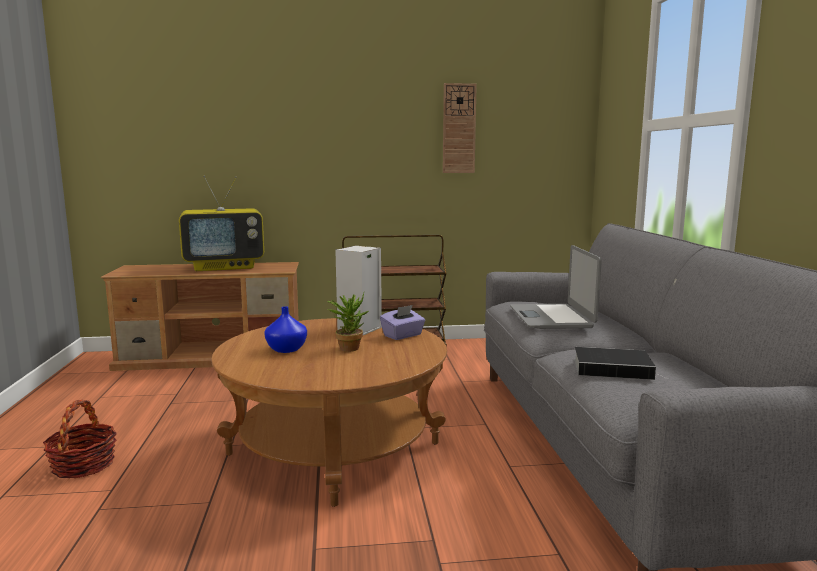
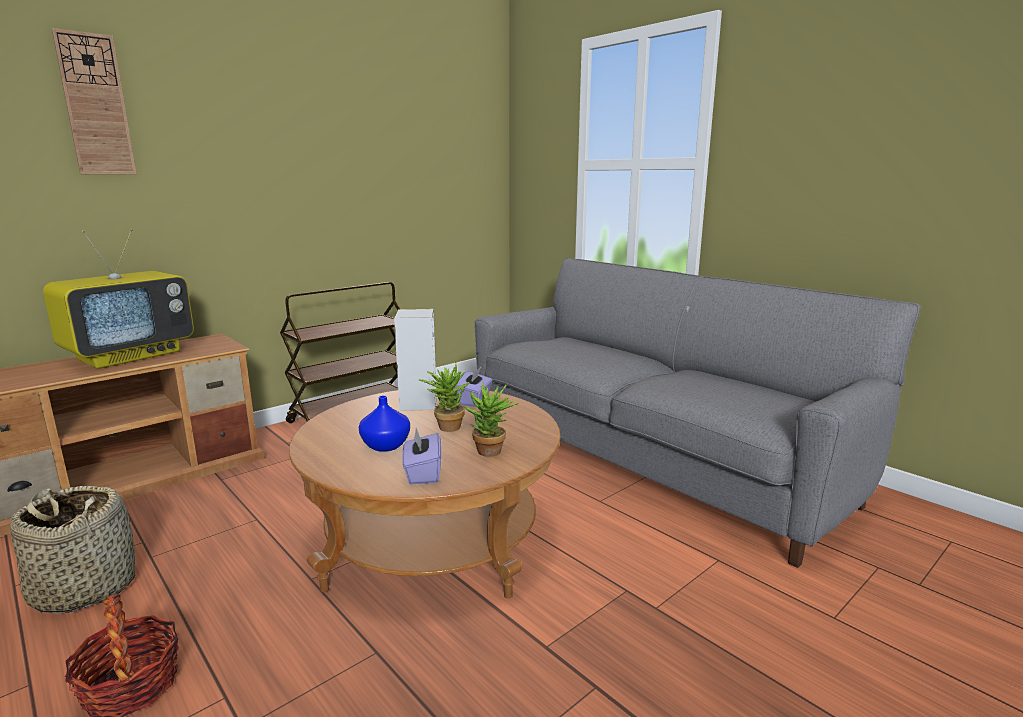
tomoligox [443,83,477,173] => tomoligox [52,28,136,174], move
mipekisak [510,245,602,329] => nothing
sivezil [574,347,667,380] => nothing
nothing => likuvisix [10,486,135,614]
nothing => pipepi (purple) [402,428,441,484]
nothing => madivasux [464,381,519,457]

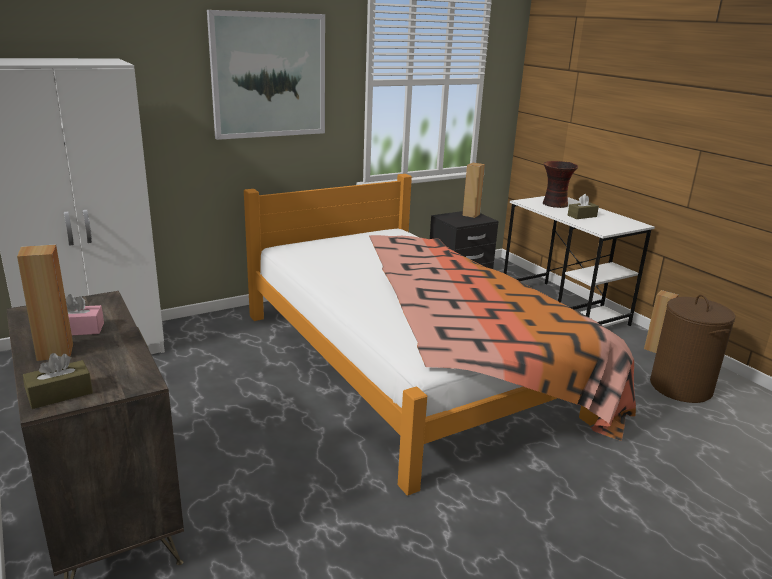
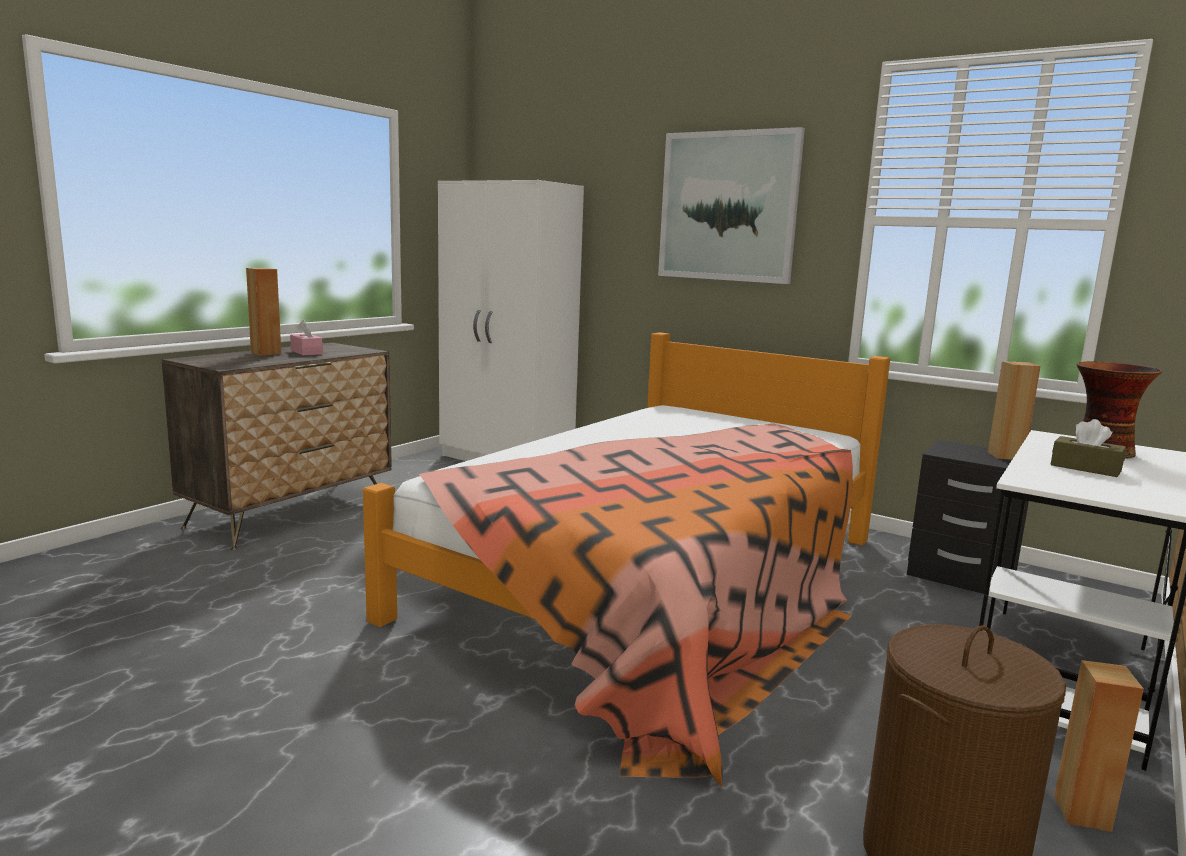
pipepi (brown) [23,353,93,409] => nothing

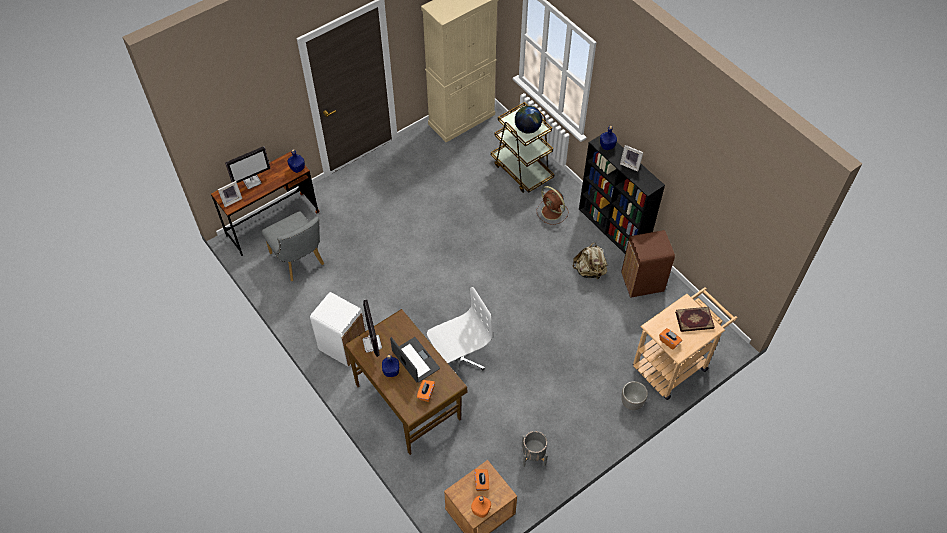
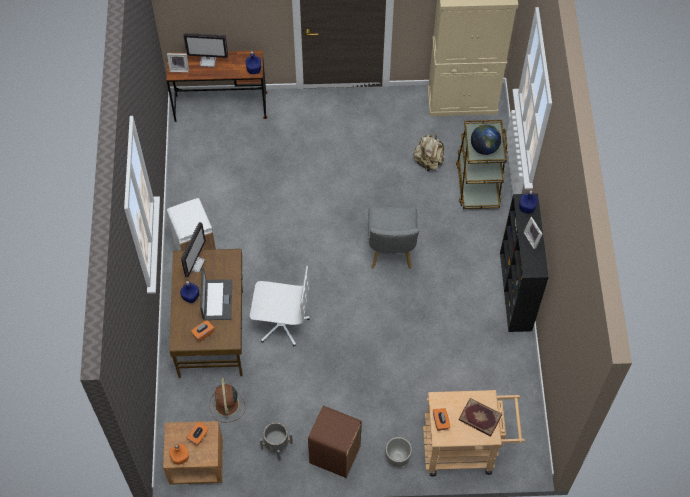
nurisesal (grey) [262,211,324,281] => nurisesal (grey) [368,206,419,269], move
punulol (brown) [537,186,568,225] => punulol (brown) [209,378,246,423], move
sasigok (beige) [573,243,608,279] => sasigok (beige) [413,134,444,172], move
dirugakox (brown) [622,230,675,298] => dirugakox (brown) [308,406,361,478], move

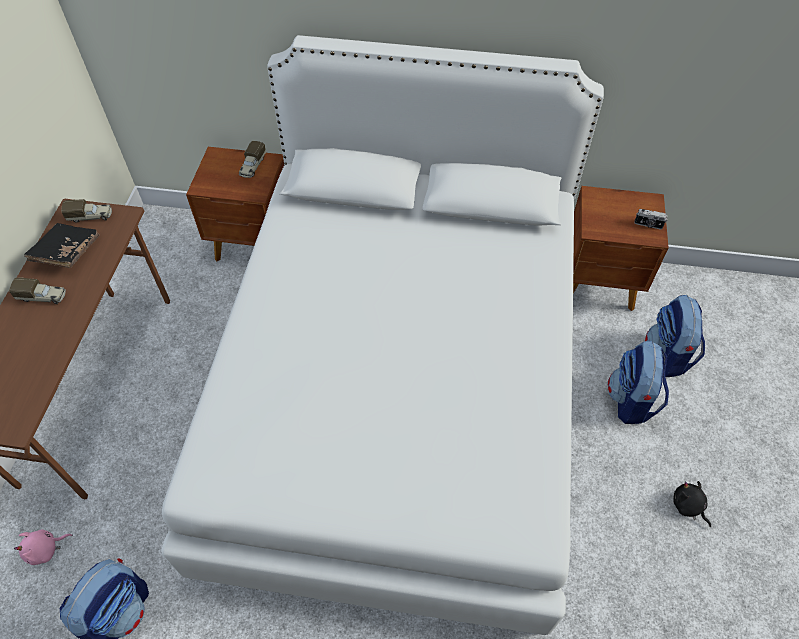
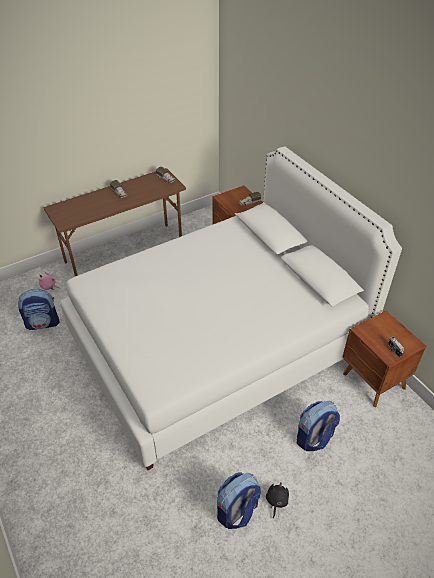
sivezil (black) [24,223,99,268] => nothing
sasigok [645,295,705,377] => sasigok [217,472,261,529], move

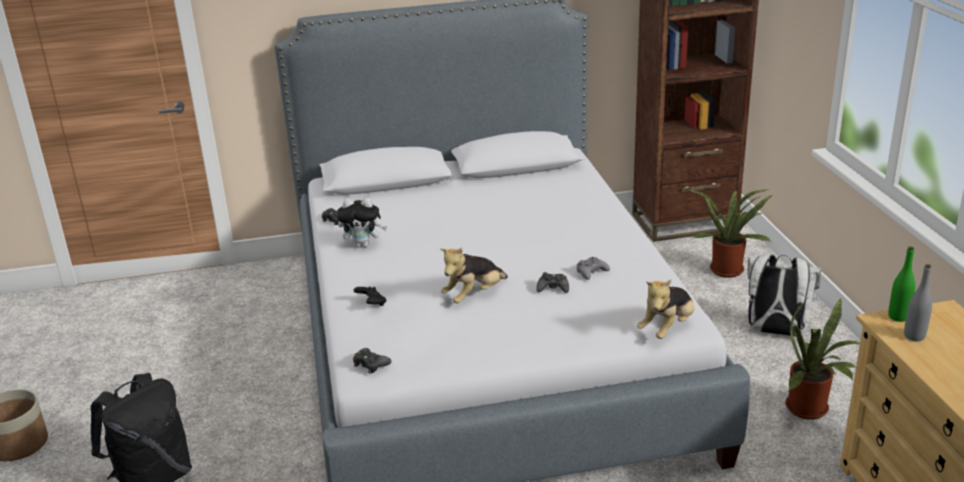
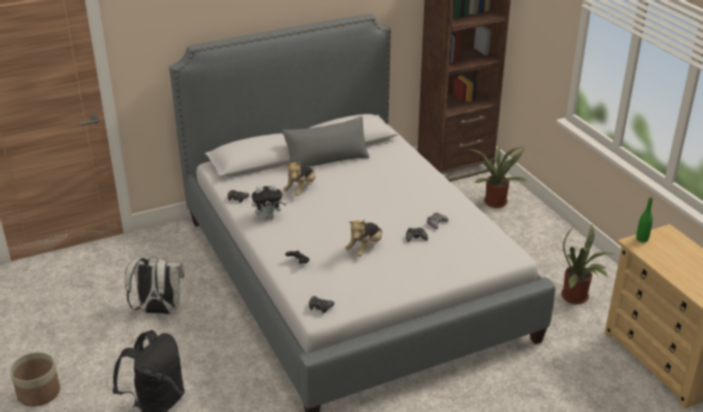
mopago [637,279,694,339] => mopago [283,161,316,196], move
sasigok (white) [748,254,822,337] => sasigok (white) [125,257,184,314], move
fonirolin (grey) [904,264,932,341] => nothing
nothing => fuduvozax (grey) [282,116,370,167]

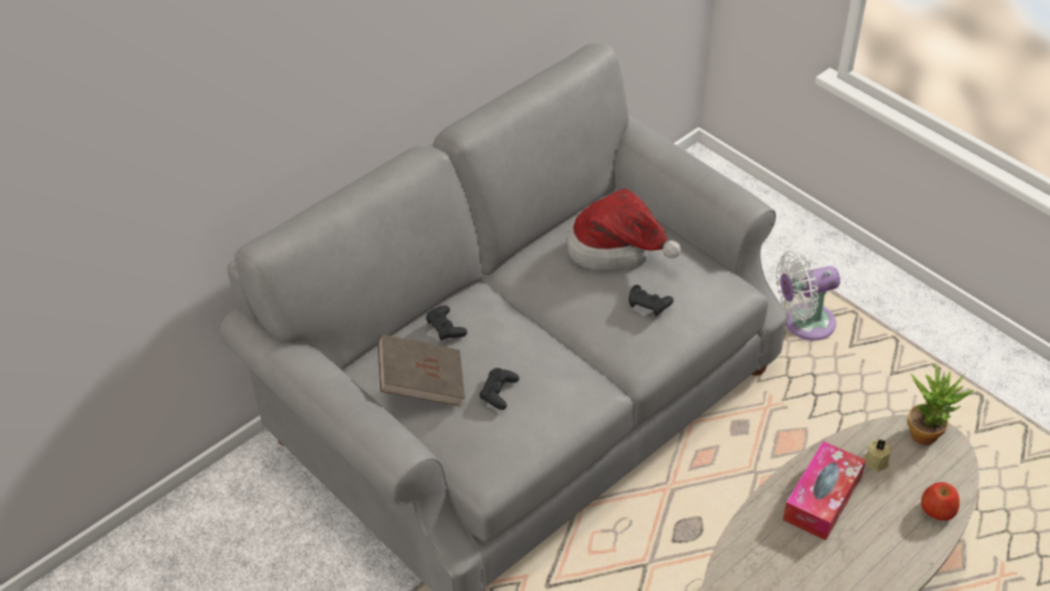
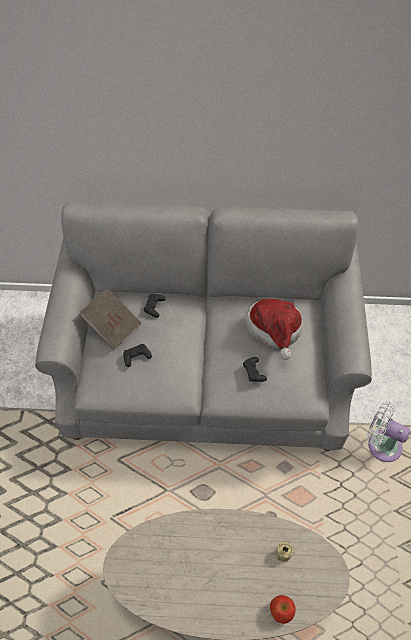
pipepi [783,441,866,541] => nothing
madivasux [908,364,974,445] => nothing

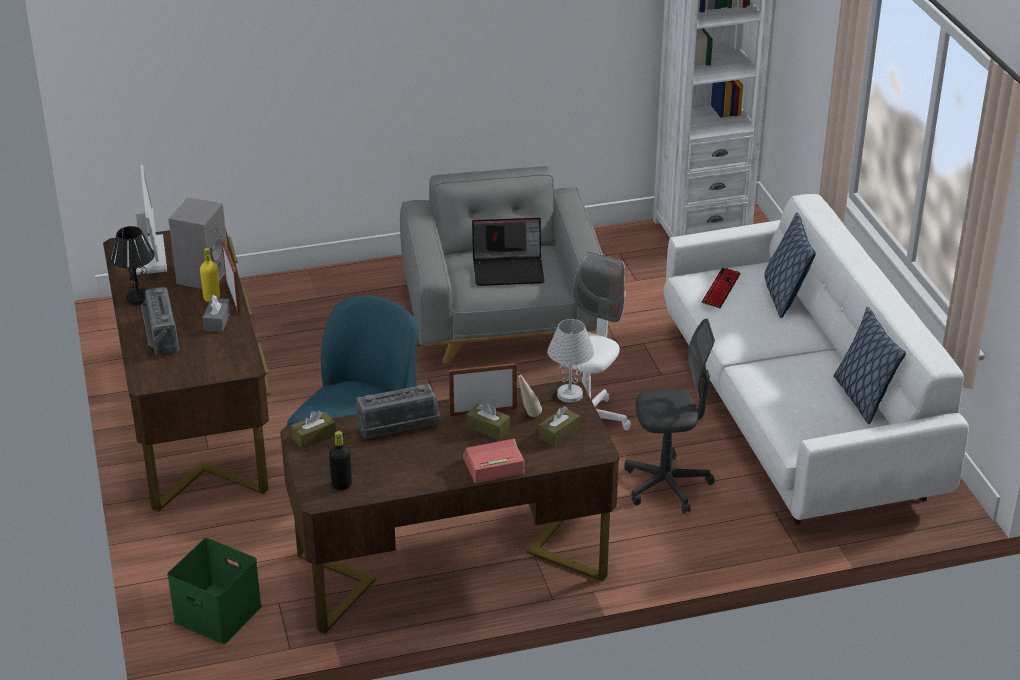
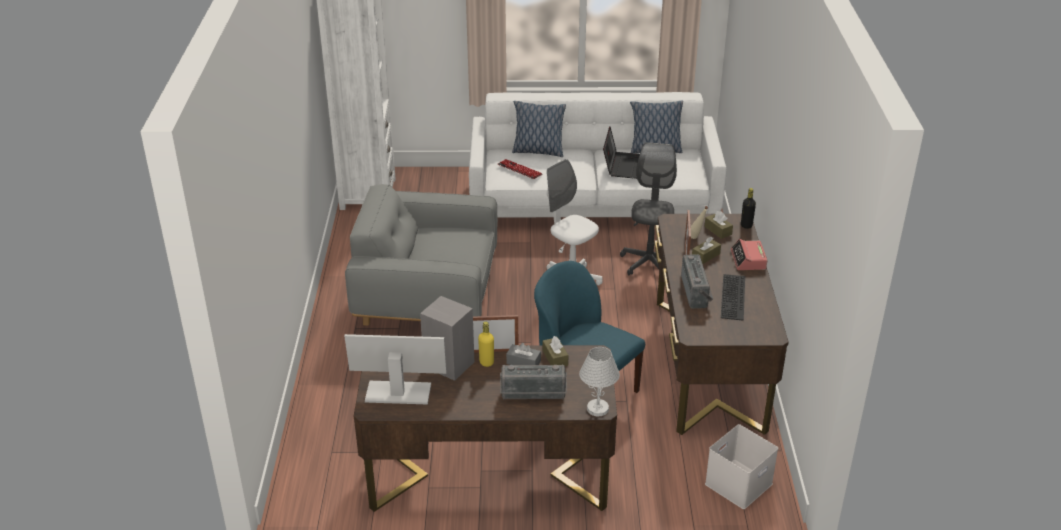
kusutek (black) [110,226,155,305] => nothing
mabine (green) [167,538,262,644] => mabine (white) [705,424,778,509]
pipepi (brown) [291,410,336,449] => pipepi (brown) [542,335,568,366], move
fonirolin (black) [329,431,352,490] => fonirolin (black) [741,188,756,229], move
mipekisak [472,218,545,286] => mipekisak [603,126,640,179], move
kusutek (white) [547,319,595,403] => kusutek (white) [579,347,620,416], move
nothing => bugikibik [721,274,745,321]

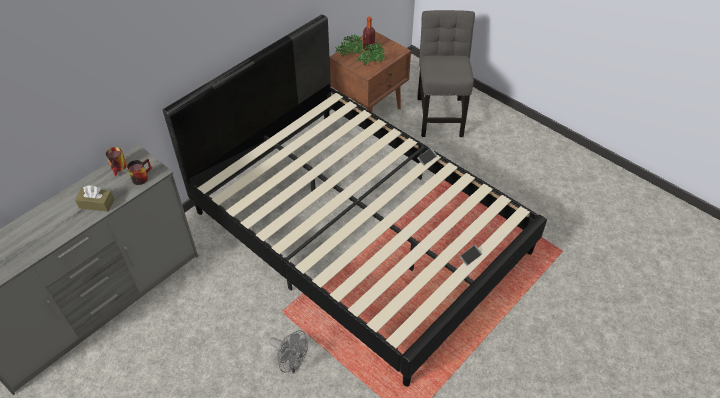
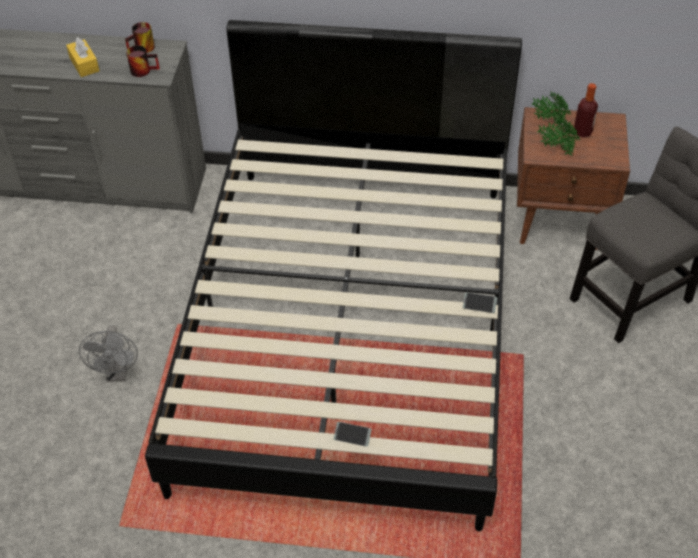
pipepi (brown) [75,185,114,212] => pipepi (yellow) [66,37,99,77]

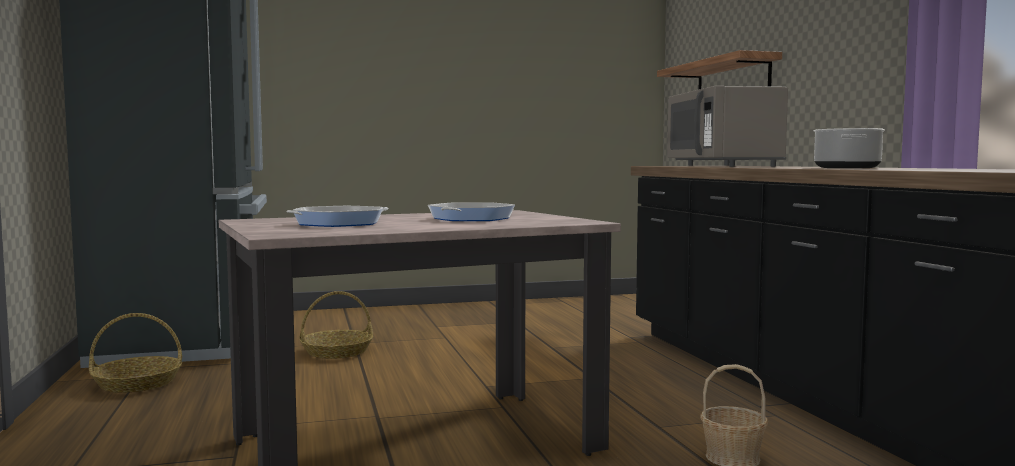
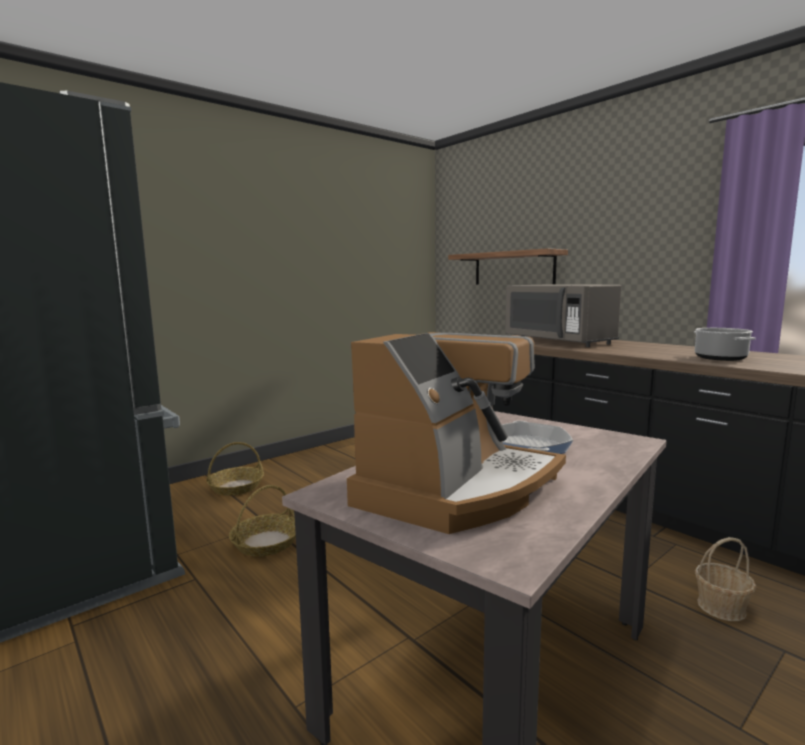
likuvisix [89,313,182,393] => likuvisix [206,442,264,496], move
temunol [286,206,389,227] => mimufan [347,332,566,534]

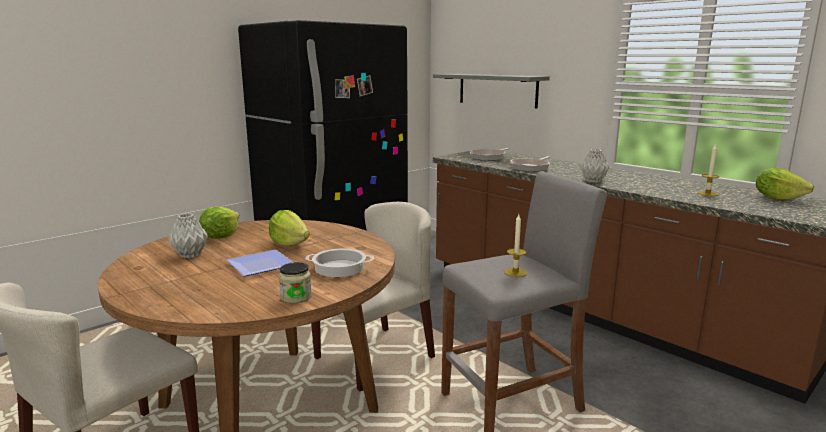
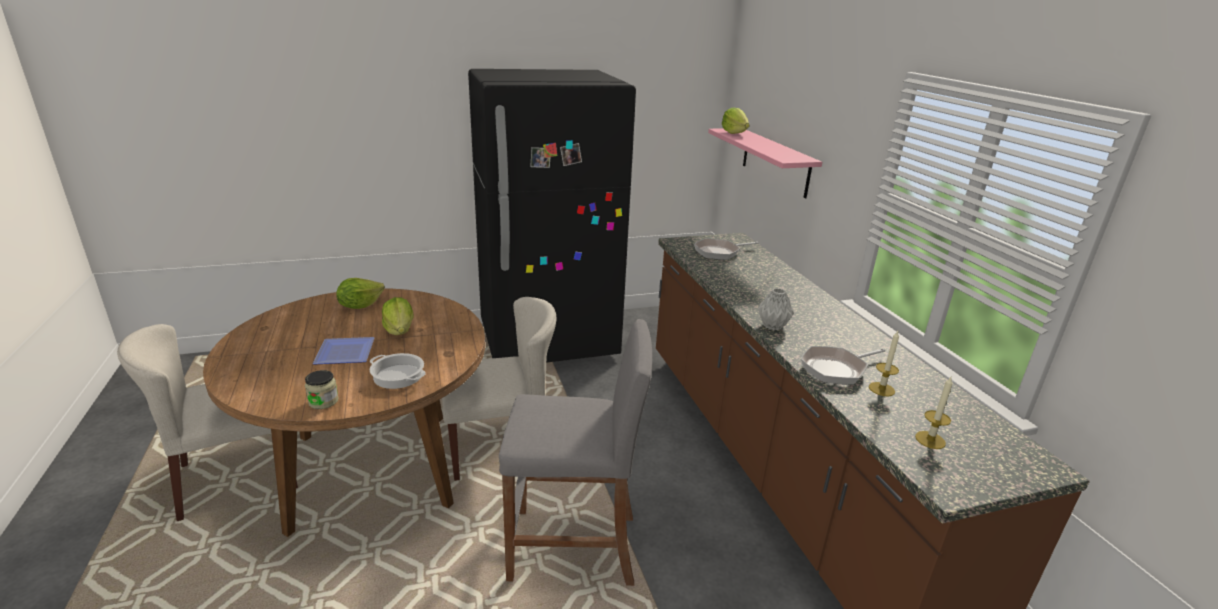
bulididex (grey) [168,213,208,258] => nothing
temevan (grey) [433,74,550,108] => temevan (pink) [708,128,822,198]
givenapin [504,214,527,277] => givenapin [915,377,953,449], move
temunol [511,156,550,172] => temunol [800,346,885,385], move
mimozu [756,167,814,200] => mimozu [722,108,750,134], move

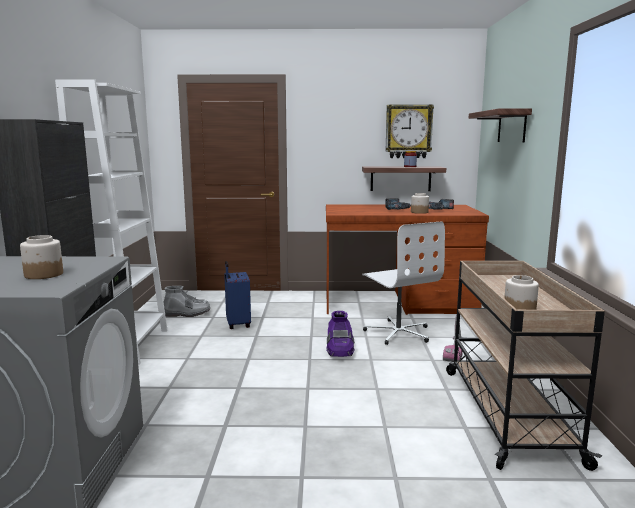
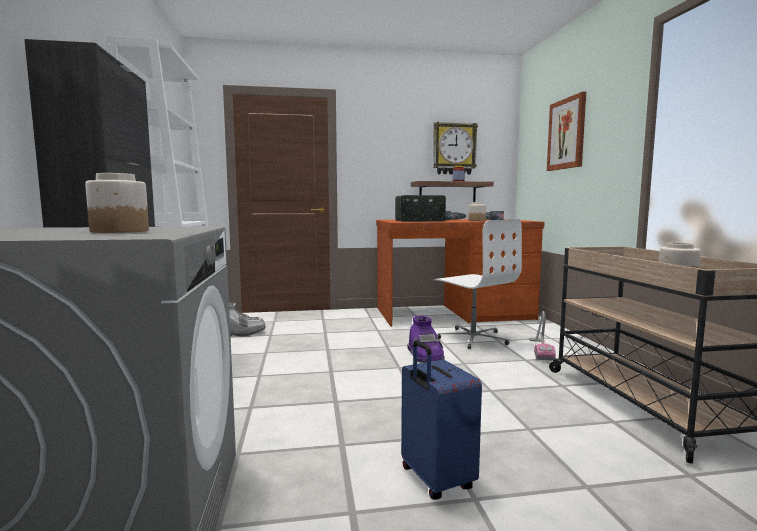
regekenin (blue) [224,261,251,329] => regekenin (blue) [401,340,482,500], move
temevan [468,108,532,143] => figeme [547,92,586,171]
nothing => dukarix [395,195,446,222]

